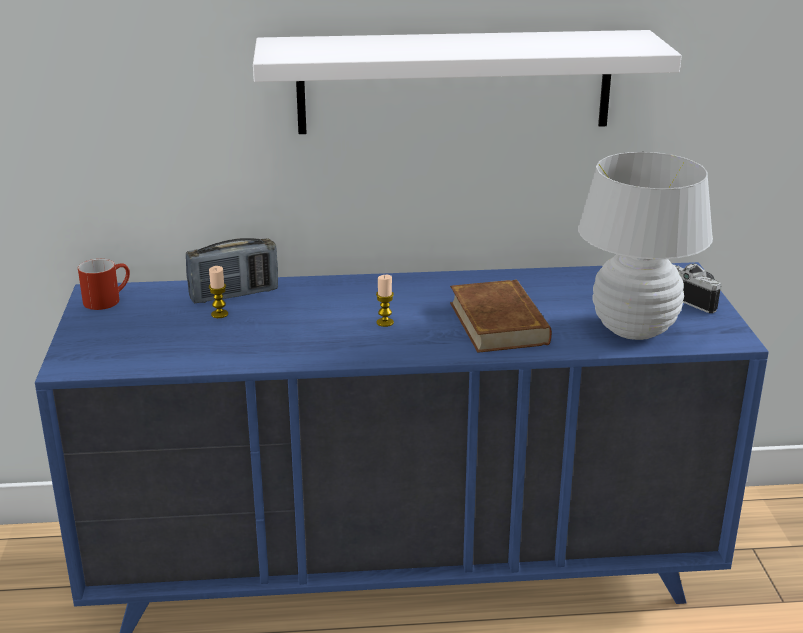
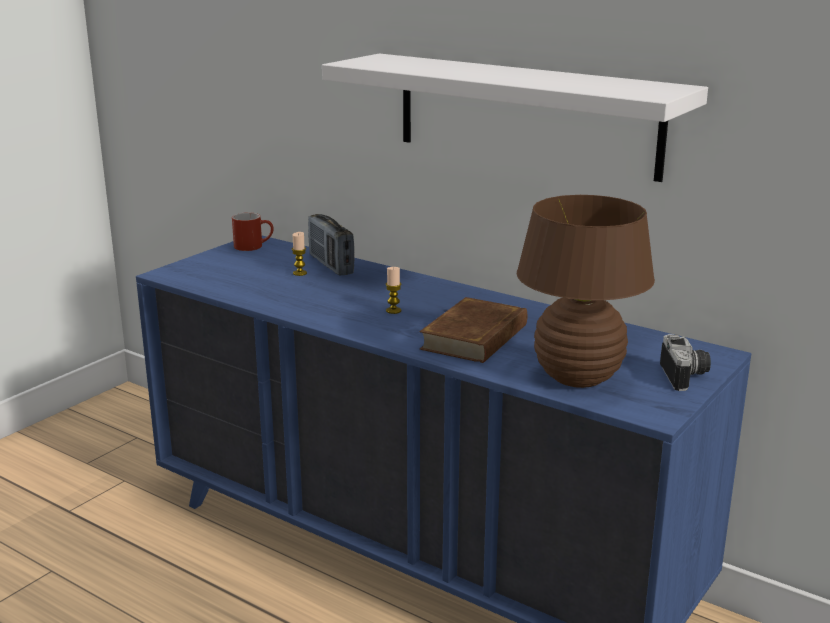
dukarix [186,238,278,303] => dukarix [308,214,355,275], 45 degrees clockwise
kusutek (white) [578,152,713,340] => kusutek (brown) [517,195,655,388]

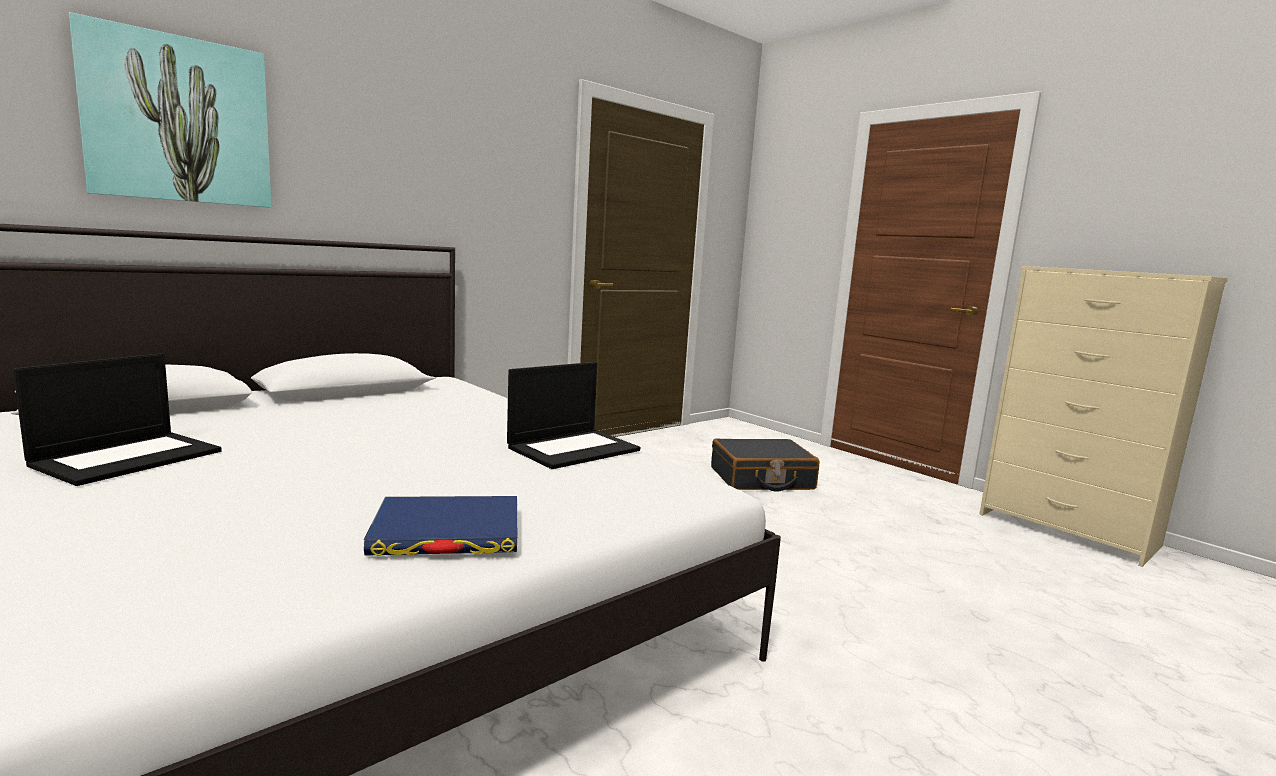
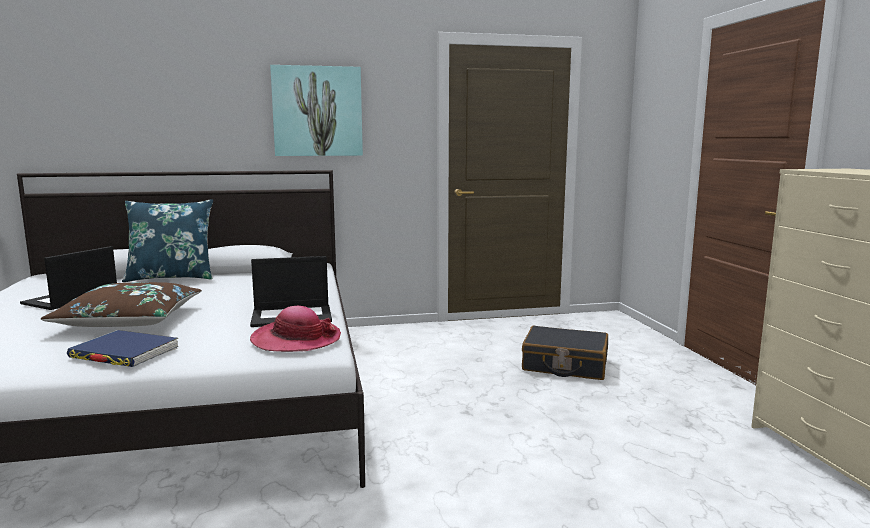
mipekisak [13,353,222,486] => mipekisak [20,246,117,310], 150 degrees clockwise
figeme [69,12,272,208] => figeme [270,65,363,156], move
nothing => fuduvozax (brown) [41,282,202,327]
nothing => fuduvozax (blue) [122,199,213,282]
nothing => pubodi [250,306,341,352]

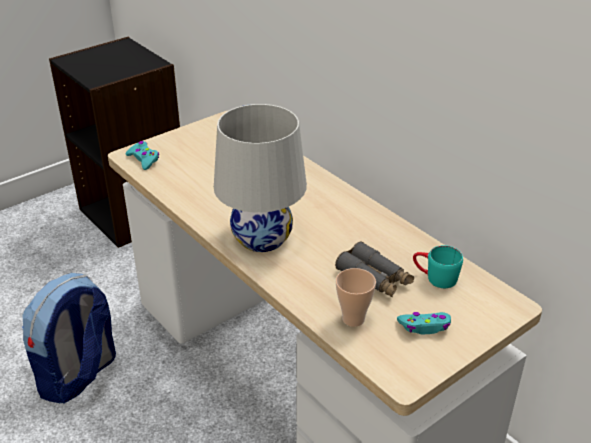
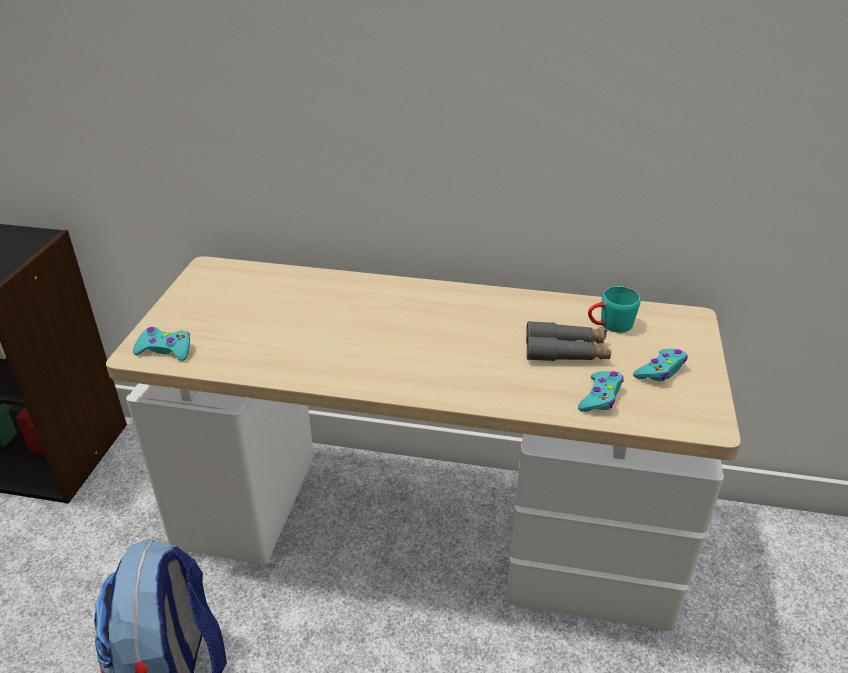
kusutek (white) [214,104,307,252] => nothing
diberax [336,268,376,327] => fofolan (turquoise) [578,371,624,412]

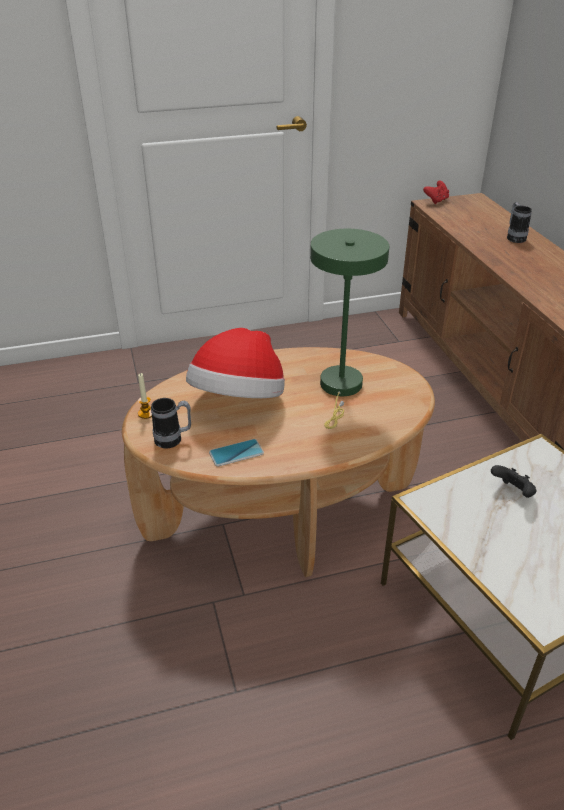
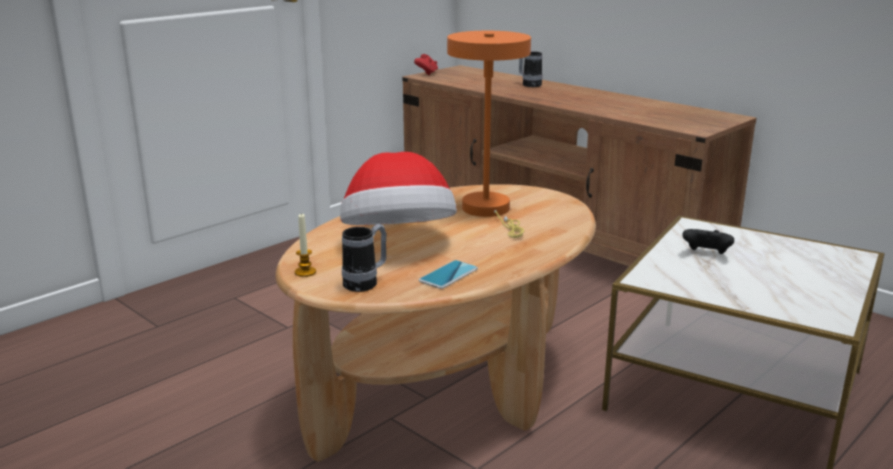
kusutek (green) [310,229,389,429] => kusutek (orange) [447,31,531,238]

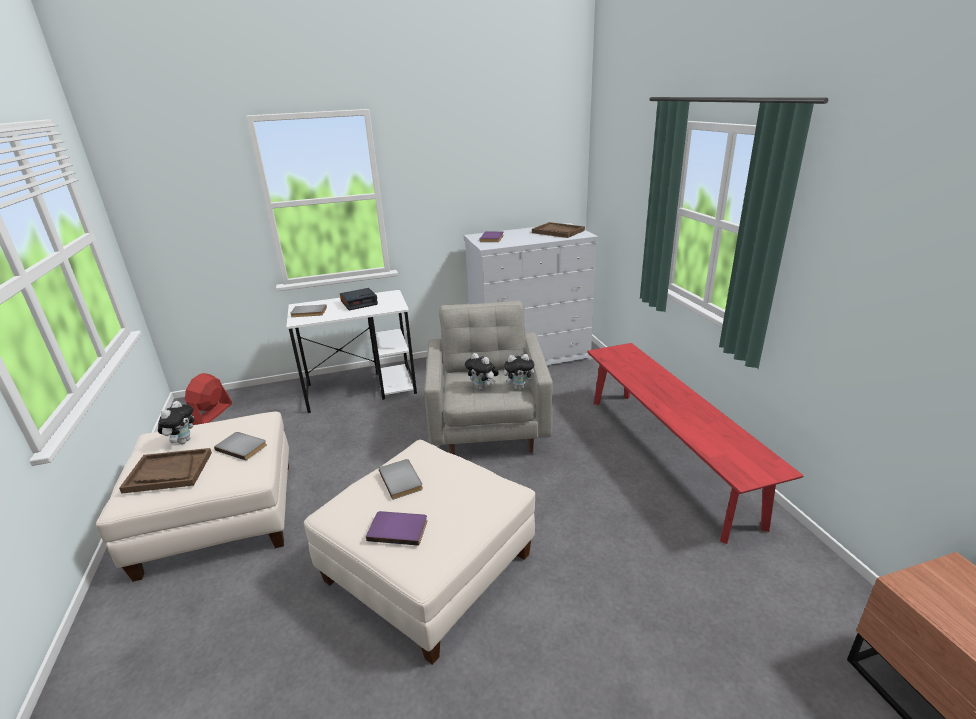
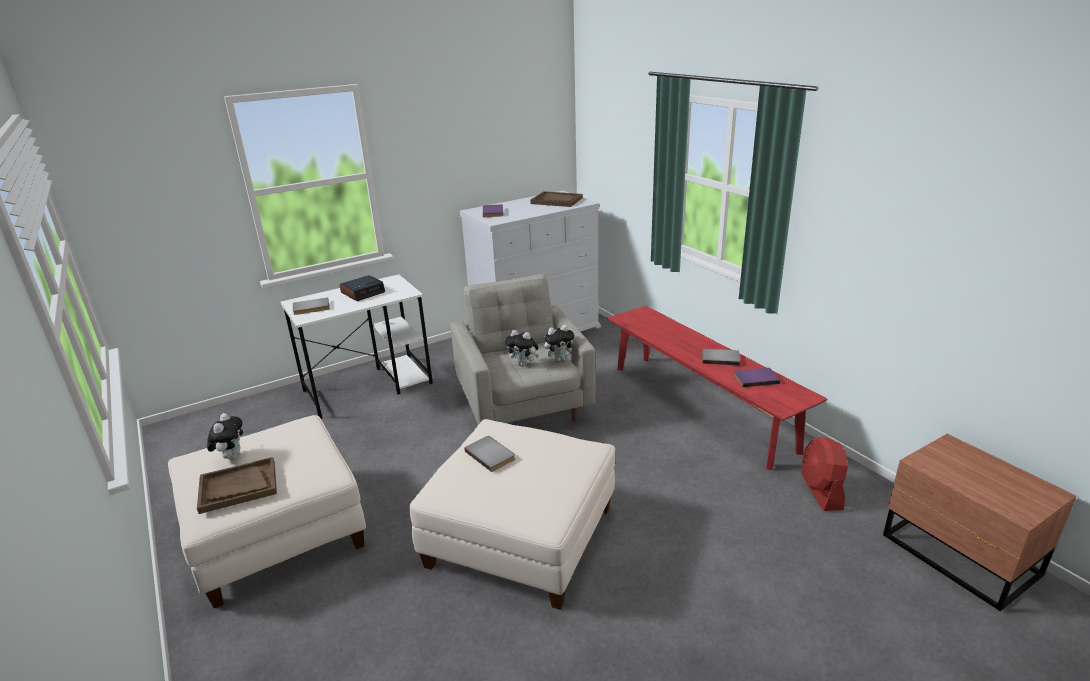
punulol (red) [185,373,232,425] => punulol (red) [801,437,848,511], move
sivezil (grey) [214,432,267,460] => sivezil (grey) [702,349,740,366], move
sivezil (purple) [366,511,427,546] => sivezil (purple) [734,368,781,387], move

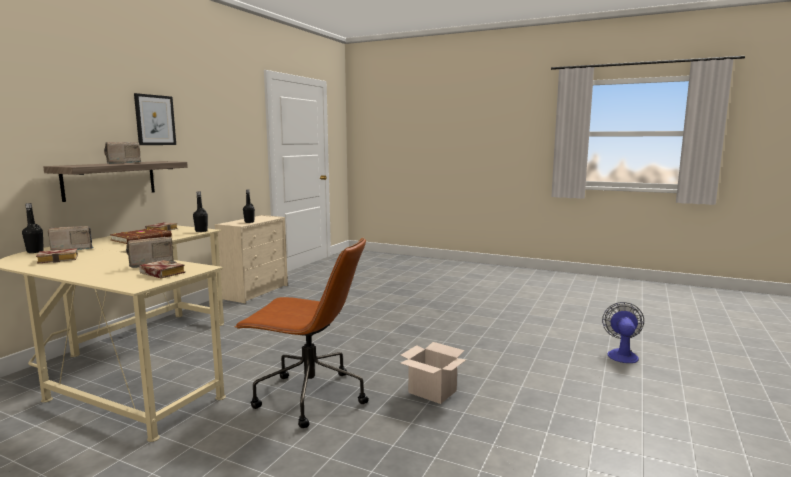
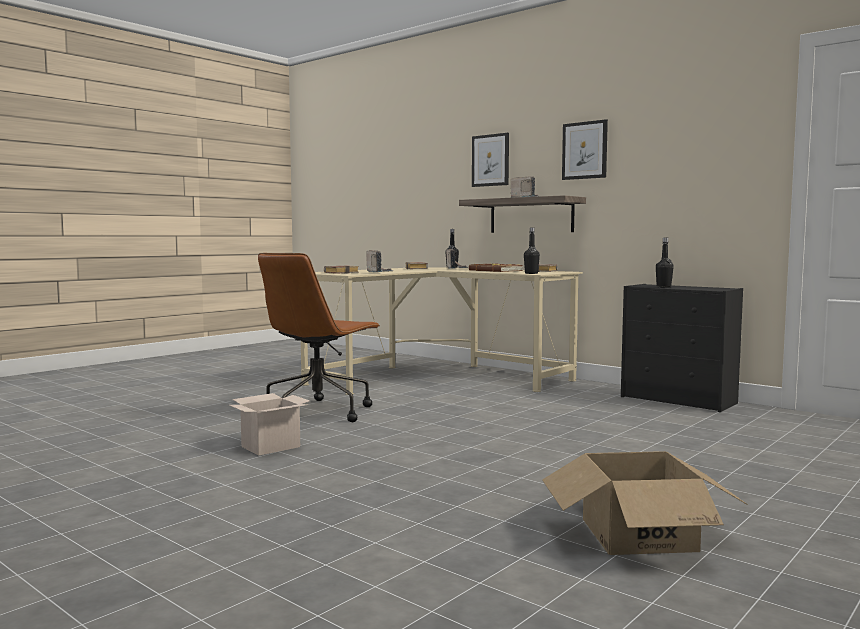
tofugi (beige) [215,215,288,303] => tofugi (black) [621,284,743,412]
punulol [602,302,644,363] => nothing
nothing => figeme [472,133,509,187]
nothing => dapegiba [542,451,748,555]

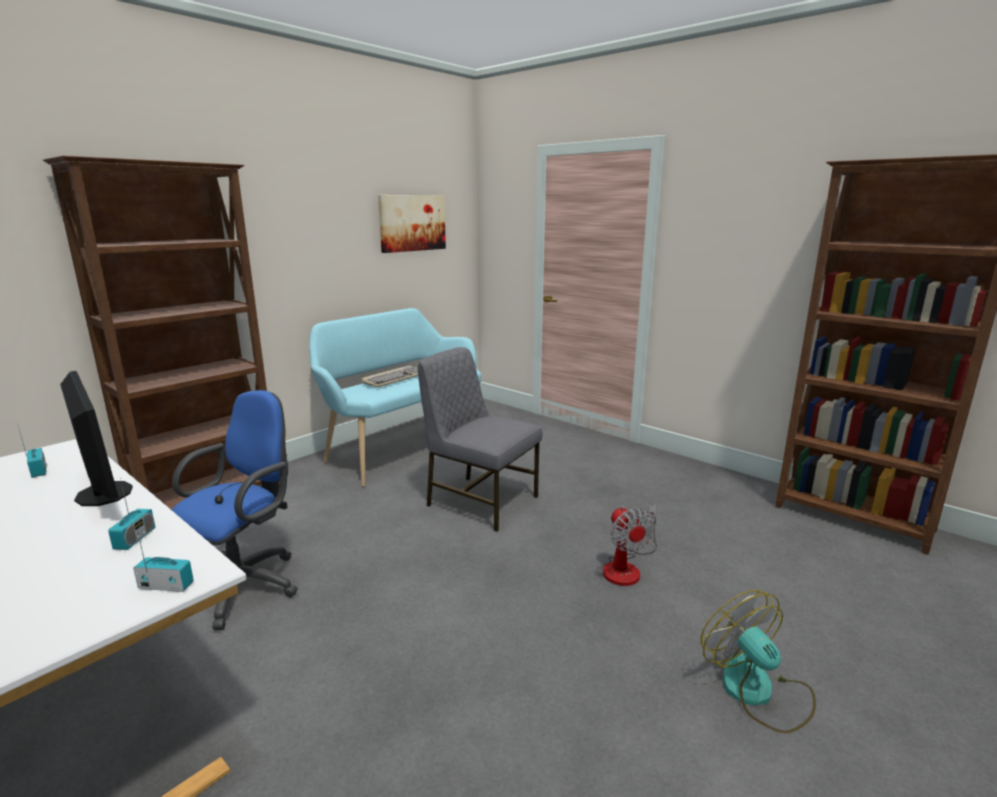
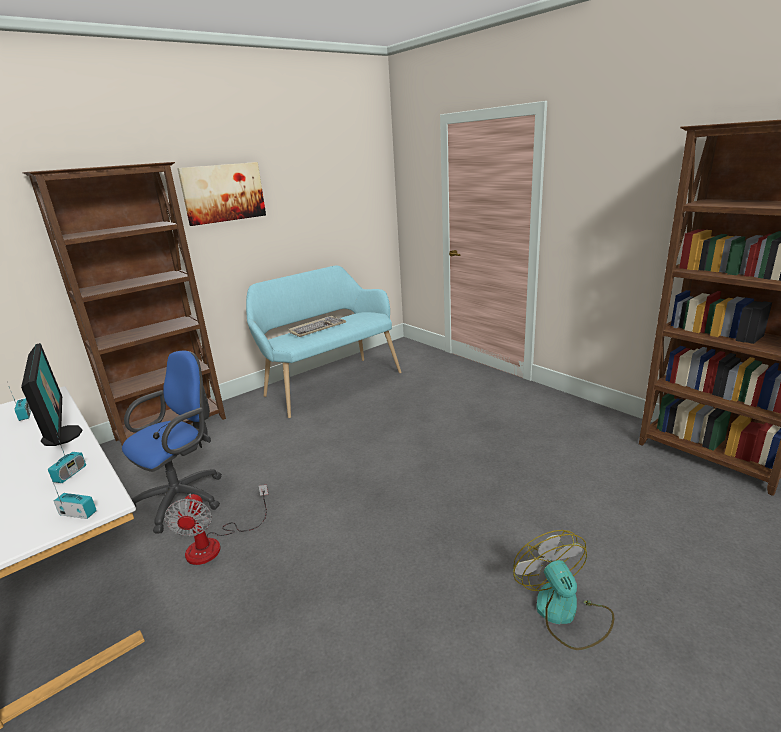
figeme [378,195,446,253] => figeme [177,162,266,226], move
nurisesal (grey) [418,347,543,532] => nothing
punulol [603,505,657,586] => punulol [164,485,268,565], move

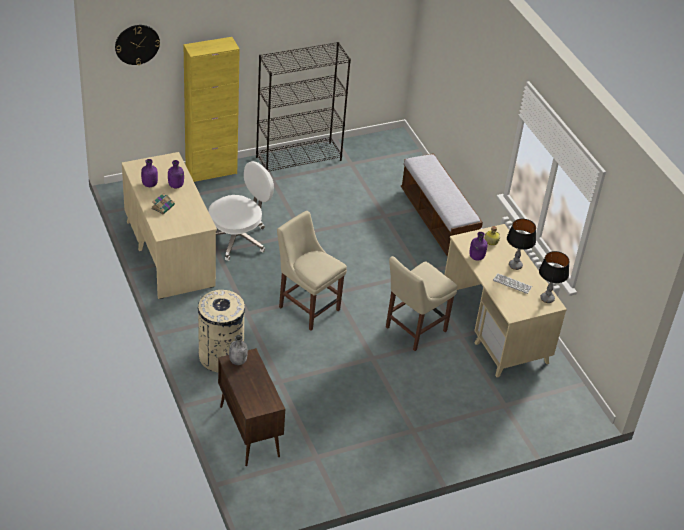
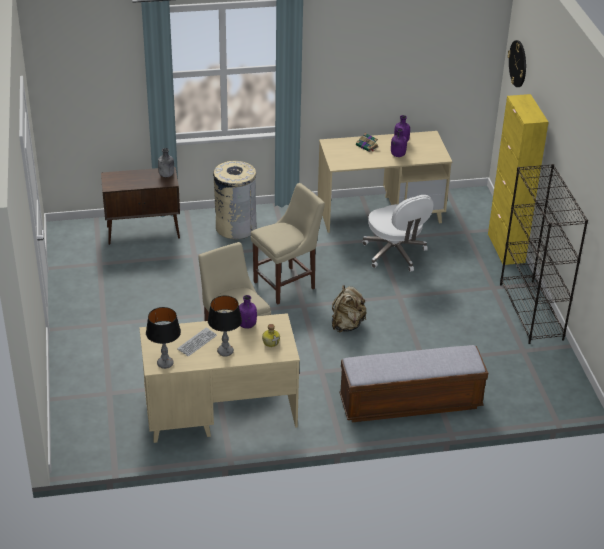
nothing => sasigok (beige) [332,285,367,332]

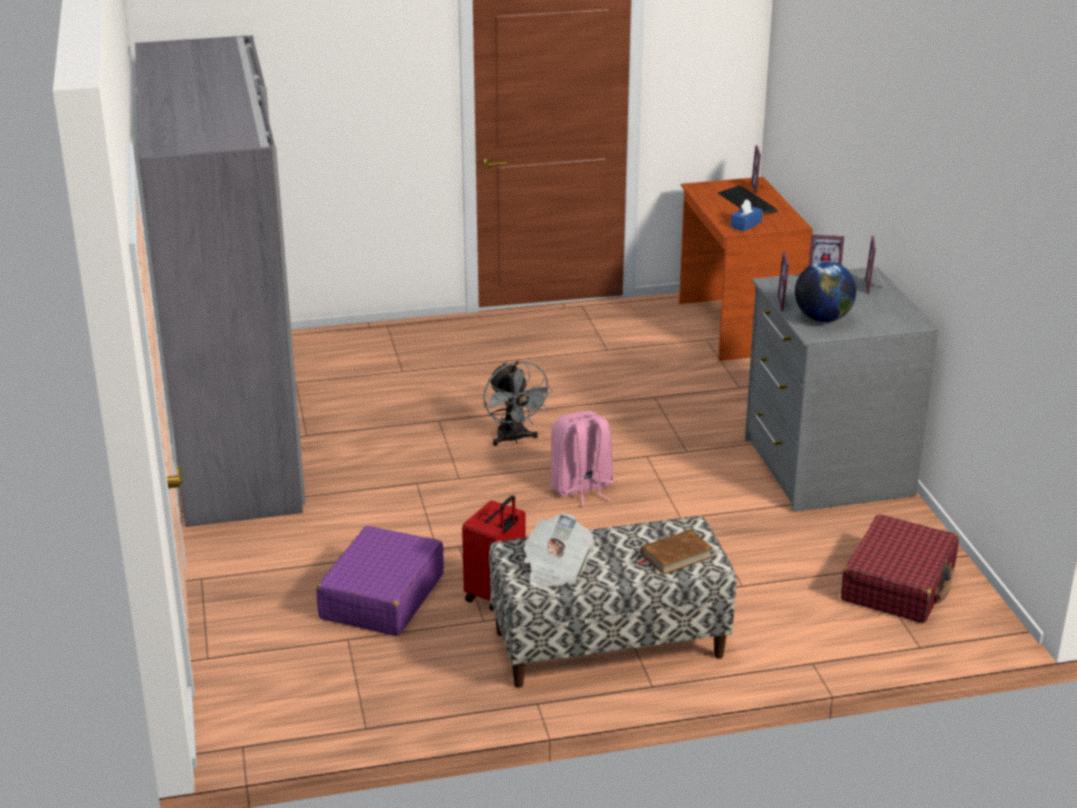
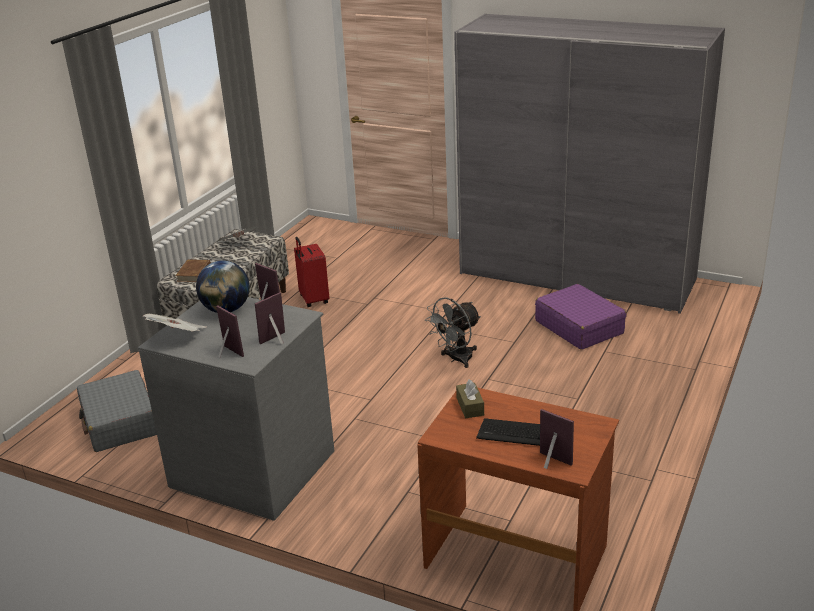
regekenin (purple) [317,526,444,636] => regekenin (purple) [535,284,626,350], move
punulol (grey) [483,361,553,446] => punulol (grey) [425,297,481,368], 60 degrees counterclockwise
sasigok (pink) [551,411,614,506] => nothing
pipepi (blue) [730,199,763,231] => pipepi (brown) [456,379,484,418]
regekenin (red) [841,514,959,623] => regekenin (grey) [77,370,157,452]
nothing => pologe [143,314,207,332]

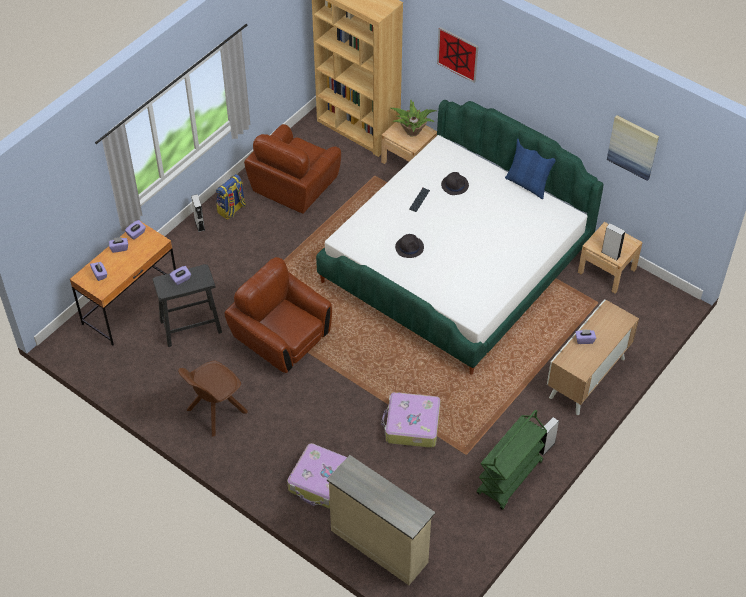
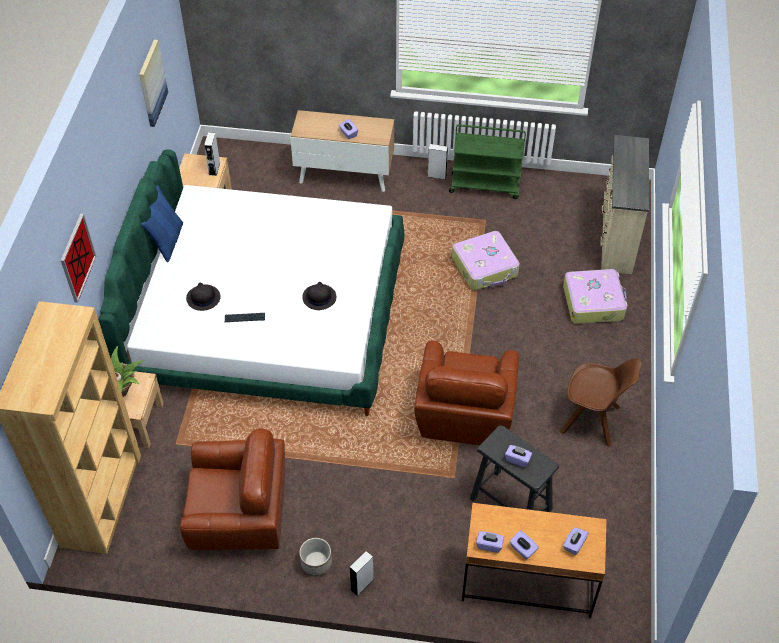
sasigok [216,174,246,220] => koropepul [299,538,332,576]

